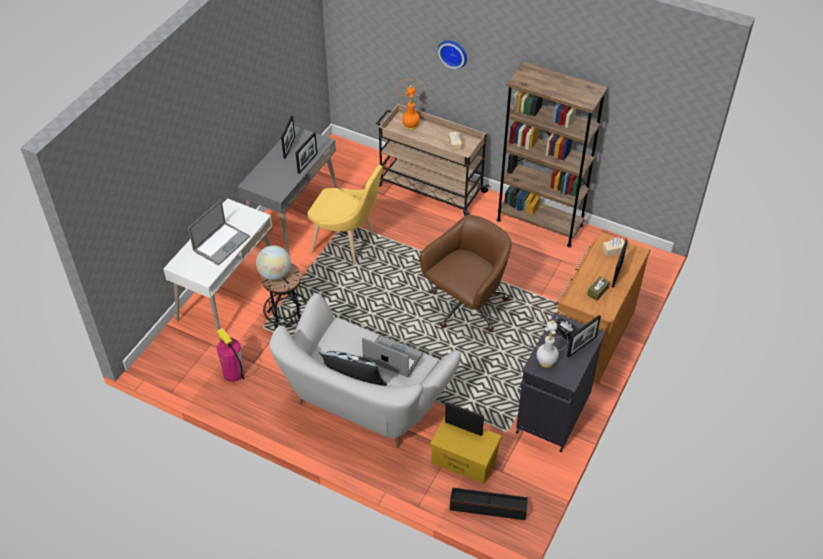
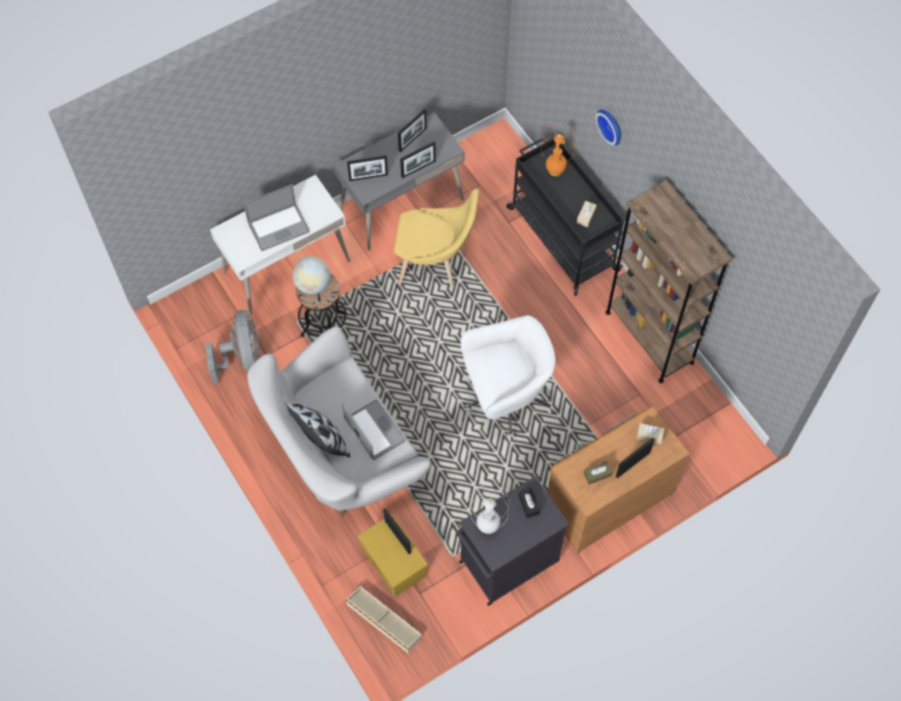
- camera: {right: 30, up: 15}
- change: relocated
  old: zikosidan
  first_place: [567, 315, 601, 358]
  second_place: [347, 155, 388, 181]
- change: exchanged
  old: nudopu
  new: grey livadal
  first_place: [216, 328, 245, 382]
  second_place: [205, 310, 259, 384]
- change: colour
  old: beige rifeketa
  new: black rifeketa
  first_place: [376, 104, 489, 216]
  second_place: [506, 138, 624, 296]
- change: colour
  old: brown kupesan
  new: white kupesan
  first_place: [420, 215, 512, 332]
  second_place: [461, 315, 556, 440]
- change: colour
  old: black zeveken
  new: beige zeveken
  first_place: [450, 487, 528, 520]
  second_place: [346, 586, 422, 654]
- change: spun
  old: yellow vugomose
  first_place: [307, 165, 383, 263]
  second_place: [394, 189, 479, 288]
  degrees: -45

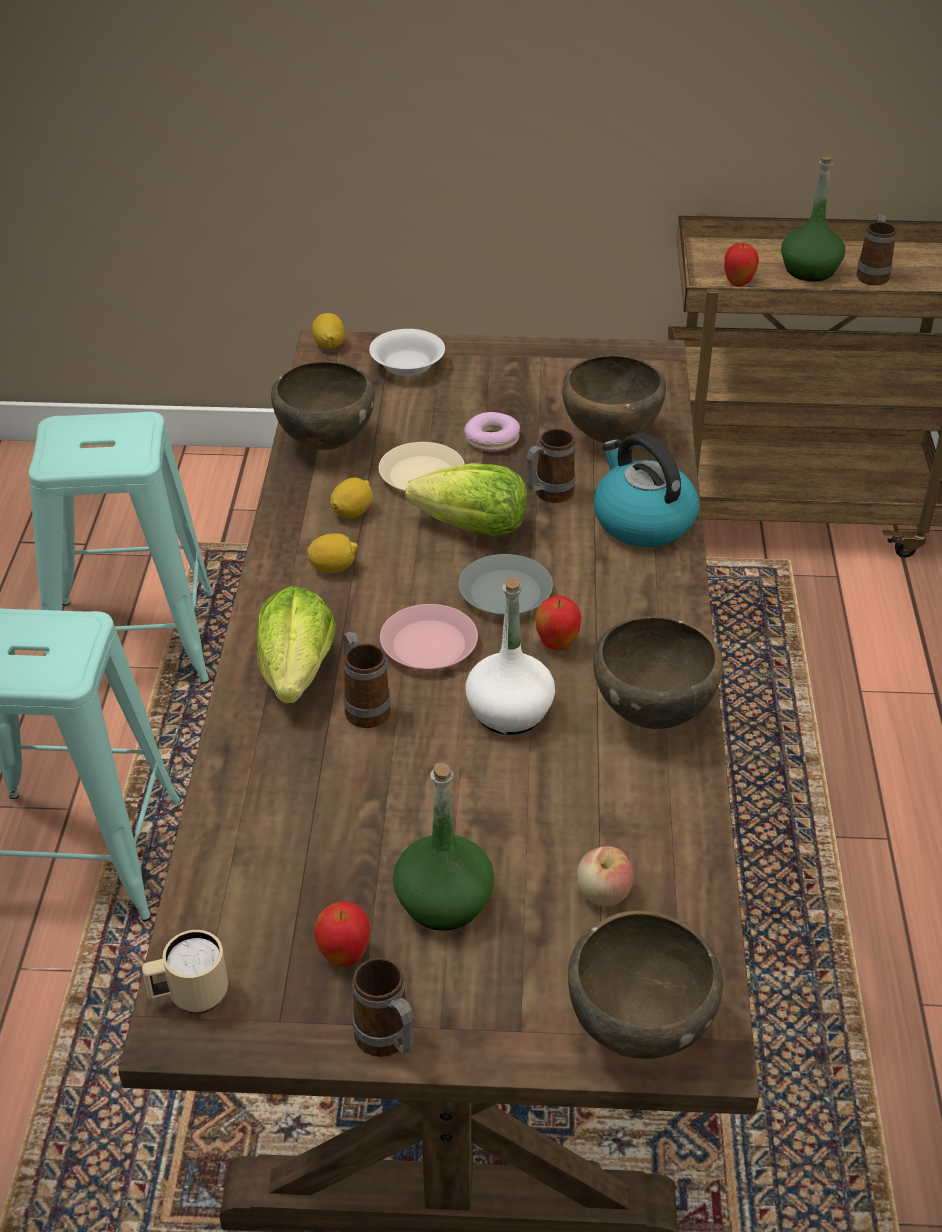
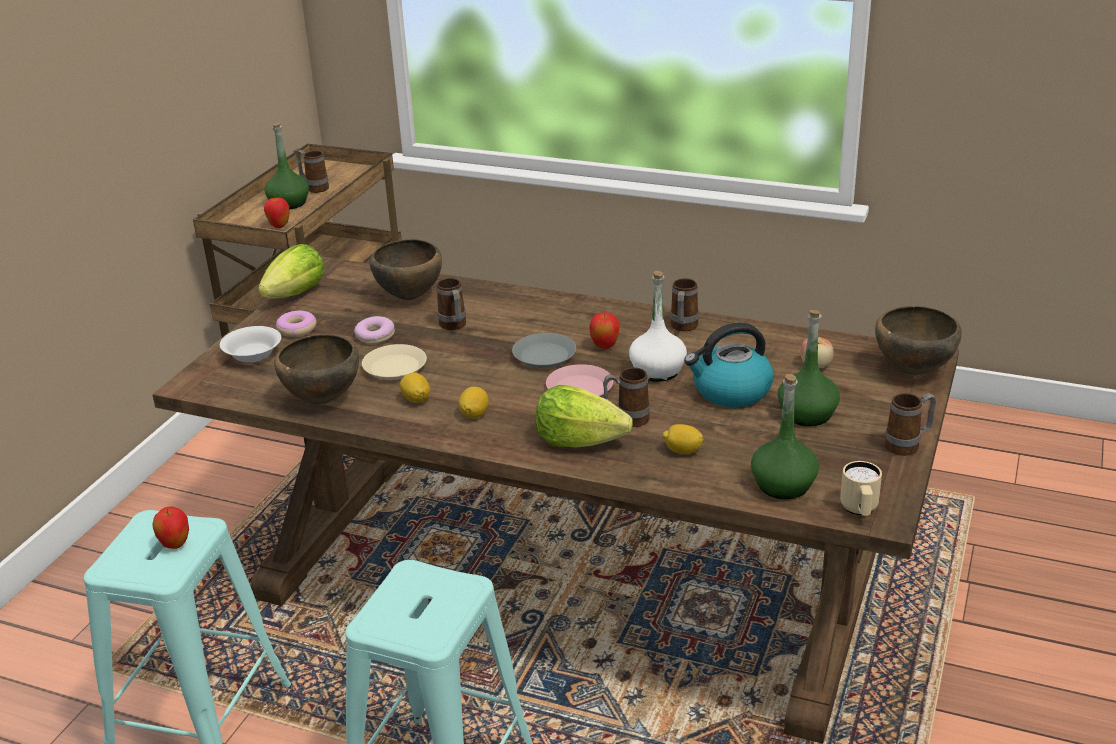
- camera: {right: -70, up: -10}
- change: appeared
  new: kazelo
  second_place: [275, 311, 317, 337]
- change: appeared
  new: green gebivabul
  second_place: [751, 374, 819, 499]
- change: relocated
  old: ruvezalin
  first_place: [312, 313, 345, 349]
  second_place: [663, 424, 704, 454]
- change: relocated
  old: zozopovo
  first_place: [314, 902, 370, 967]
  second_place: [152, 506, 189, 549]
- change: relocated
  old: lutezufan
  first_place: [405, 463, 527, 537]
  second_place: [258, 244, 325, 298]
- change: relocated
  old: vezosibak
  first_place: [594, 433, 699, 547]
  second_place: [684, 322, 773, 407]
- change: exchanged
  old: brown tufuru
  new: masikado
  first_place: [593, 616, 723, 729]
  second_place: [670, 278, 699, 331]

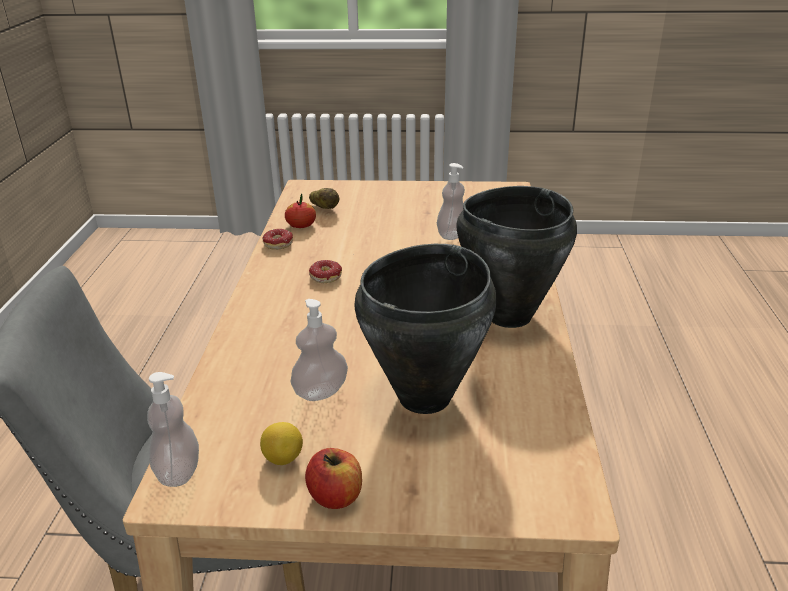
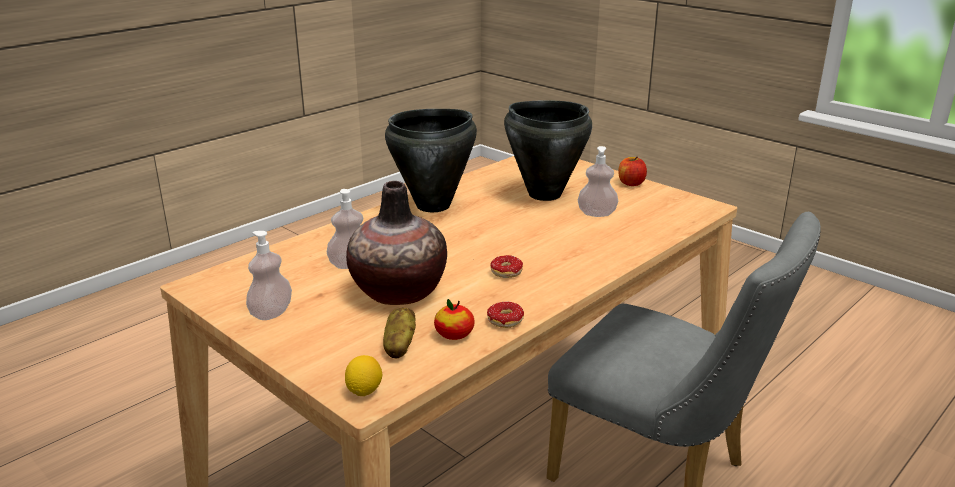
- camera: {right: -140, up: -5}
- change: appeared
  new: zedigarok
  second_place: [346, 181, 447, 305]
- change: relocated
  old: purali
  first_place: [147, 372, 199, 487]
  second_place: [246, 231, 292, 320]
- change: relocated
  old: ruvezalin
  first_place: [260, 422, 303, 465]
  second_place: [345, 355, 382, 396]

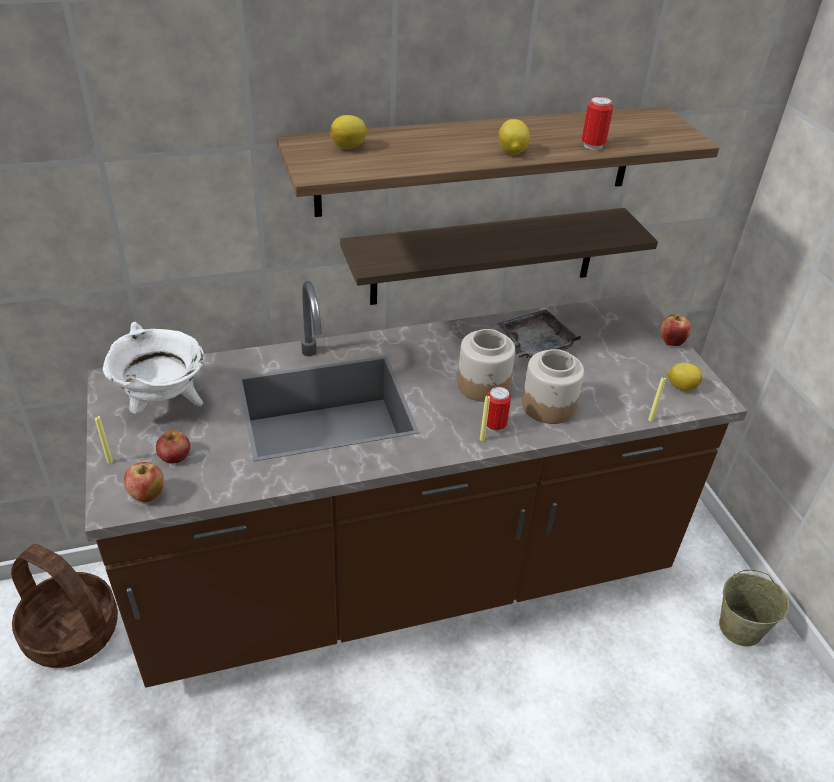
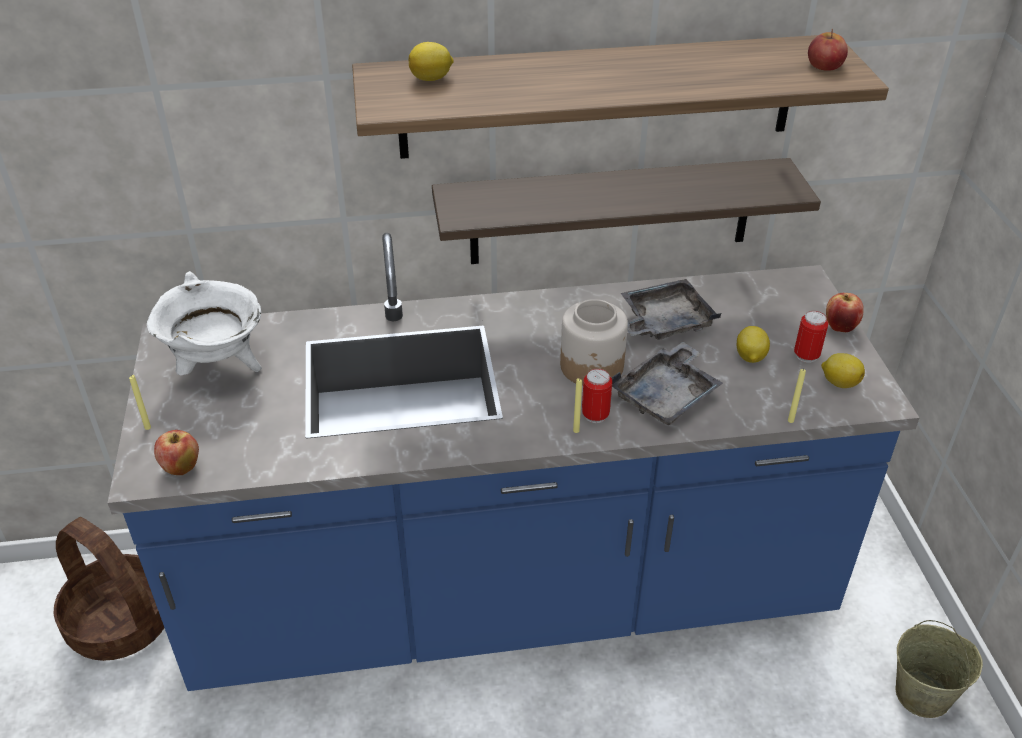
- camera: {right: 10, up: 0}
- change: relocated
  old: zozopovo
  first_place: [156, 430, 190, 464]
  second_place: [808, 29, 848, 71]
- change: relocated
  old: ruvezalin
  first_place: [498, 119, 530, 154]
  second_place: [737, 326, 770, 363]
- change: relocated
  old: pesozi
  first_place: [582, 96, 613, 150]
  second_place: [794, 311, 828, 363]
- change: exchanged
  old: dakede
  new: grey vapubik
  first_place: [522, 349, 584, 424]
  second_place: [612, 342, 723, 425]
- change: colour
  old: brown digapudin
  new: blue digapudin
  first_place: [85, 281, 748, 688]
  second_place: [108, 233, 919, 691]

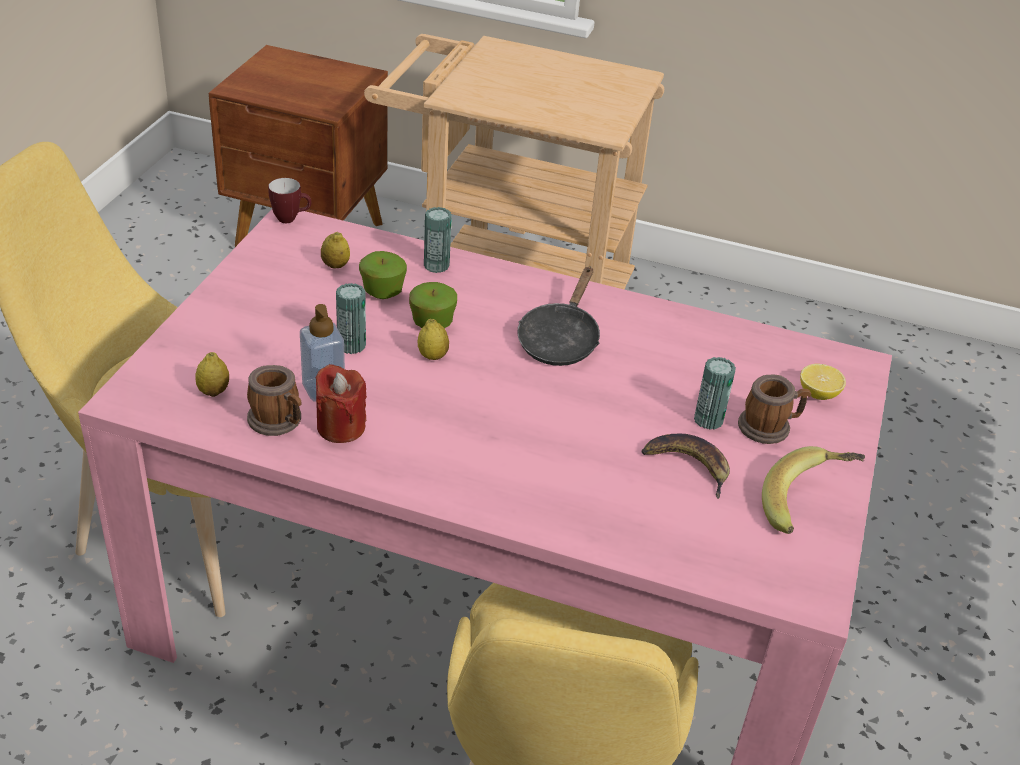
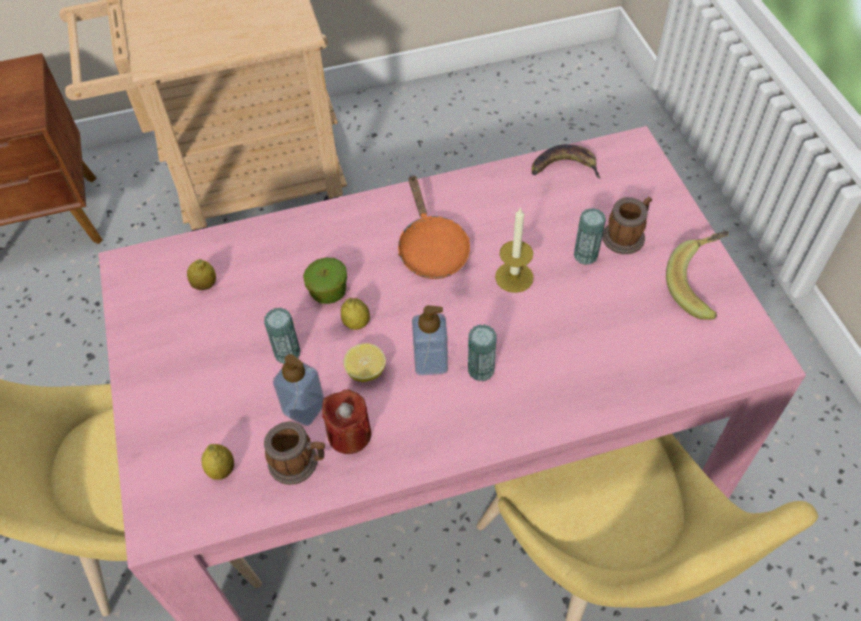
- camera: {right: -30, up: 15}
- change: missing
  old: masikado
  first_place: [268, 178, 311, 223]
- change: missing
  old: zozopovo
  first_place: [359, 251, 407, 299]
- change: appeared
  new: purali
  second_place: [412, 305, 448, 375]
- change: appeared
  new: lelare
  second_place: [495, 207, 534, 293]
- change: relocated
  old: pesozi
  first_place: [424, 207, 452, 273]
  second_place: [468, 324, 497, 382]
- change: relocated
  old: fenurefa
  first_place: [641, 433, 730, 499]
  second_place: [532, 144, 601, 179]
- change: relocated
  old: ruvezalin
  first_place: [800, 364, 846, 400]
  second_place: [344, 343, 386, 382]
- change: colour
  old: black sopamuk
  new: orange sopamuk
  first_place: [517, 267, 600, 366]
  second_place: [398, 174, 470, 279]

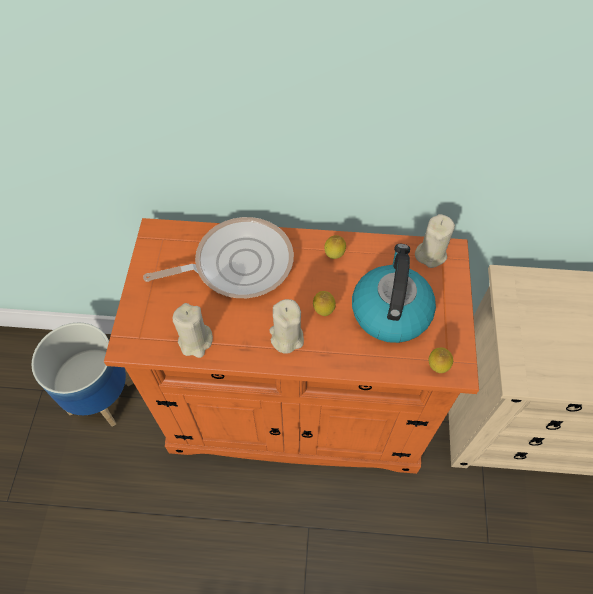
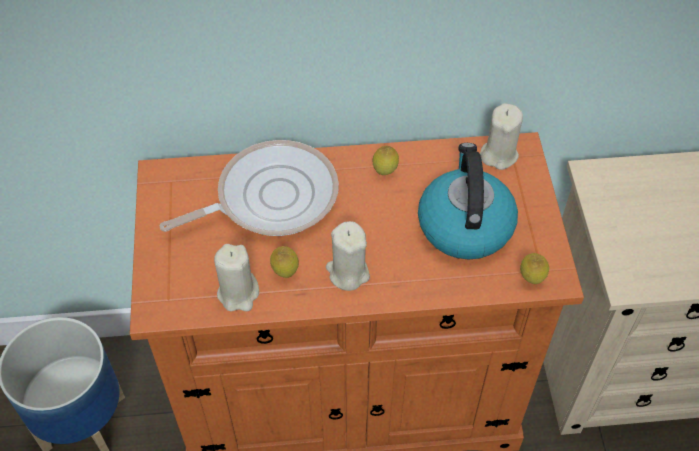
- camera: {right: -10, up: -5}
- change: relocated
  old: ruvezalin
  first_place: [313, 291, 336, 316]
  second_place: [270, 246, 299, 278]

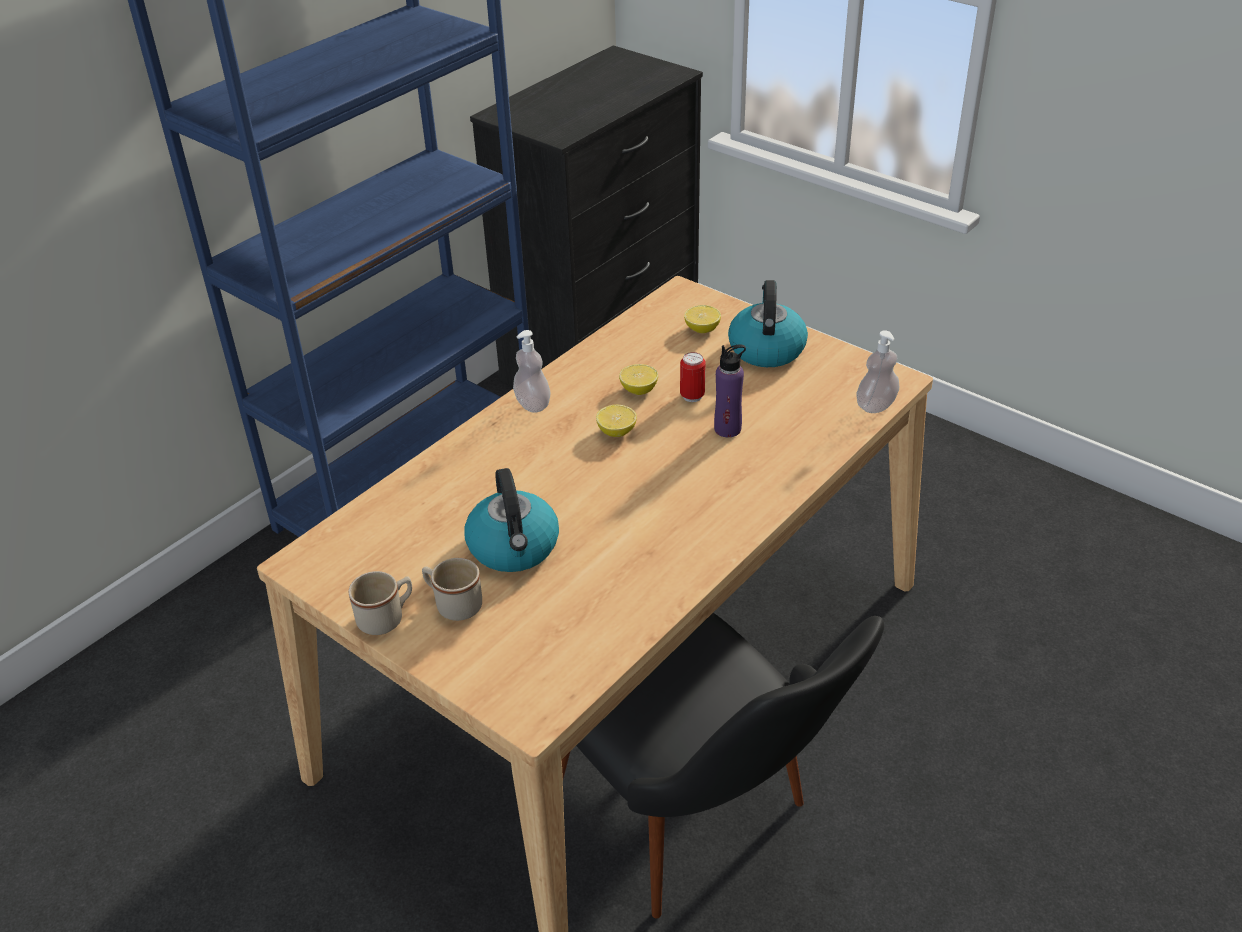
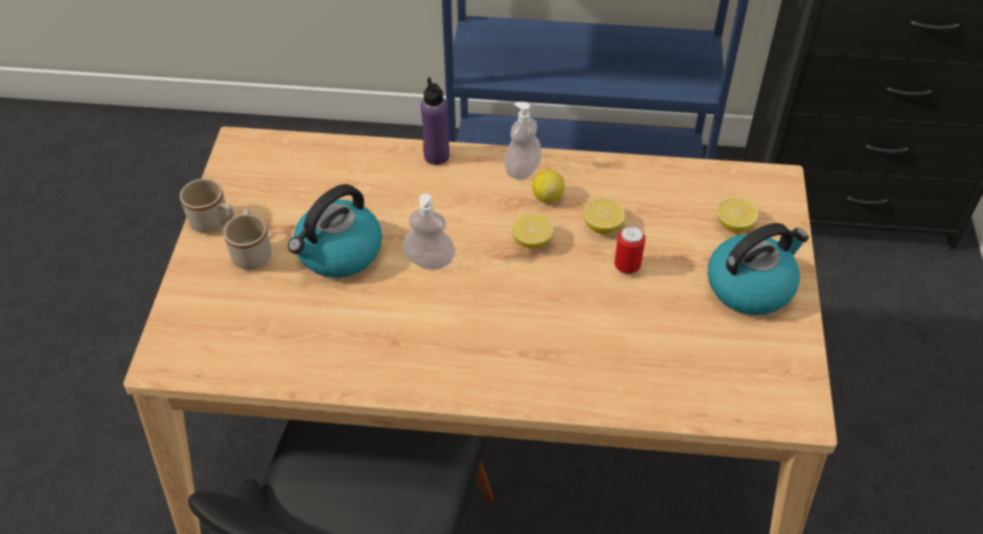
- camera: {right: 55, up: 10}
- change: appeared
  new: ruvezalin
  second_place: [532, 170, 565, 203]
- change: relocated
  old: purple gebivabul
  first_place: [714, 345, 746, 437]
  second_place: [421, 77, 450, 165]
- change: relocated
  old: purali
  first_place: [856, 330, 899, 413]
  second_place: [403, 193, 455, 270]

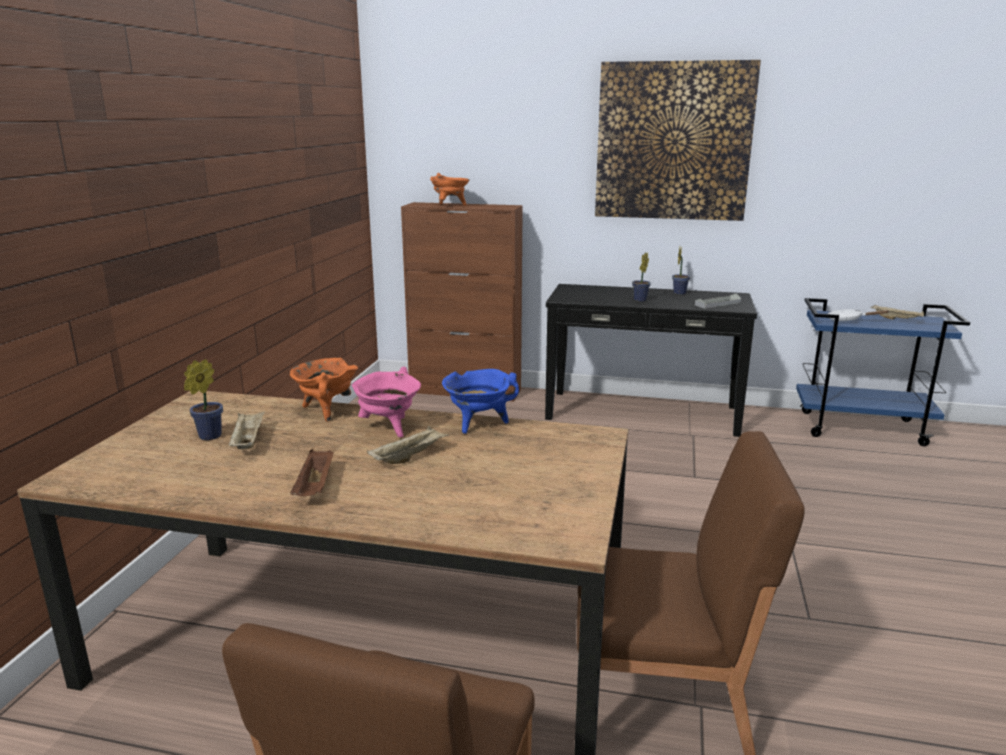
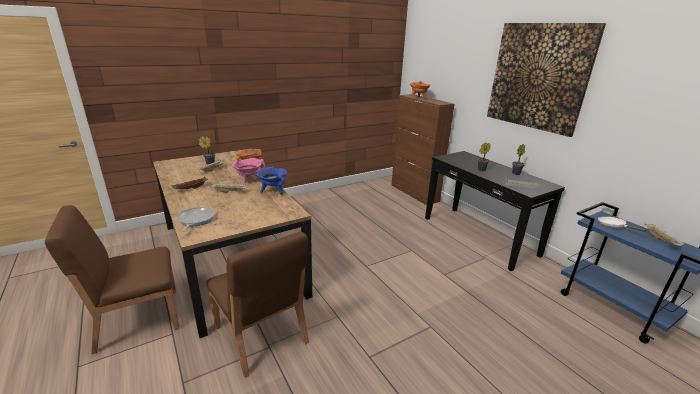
- camera: {right: 45, up: 5}
- change: appeared
  new: sopamuk
  second_place: [177, 207, 215, 232]

